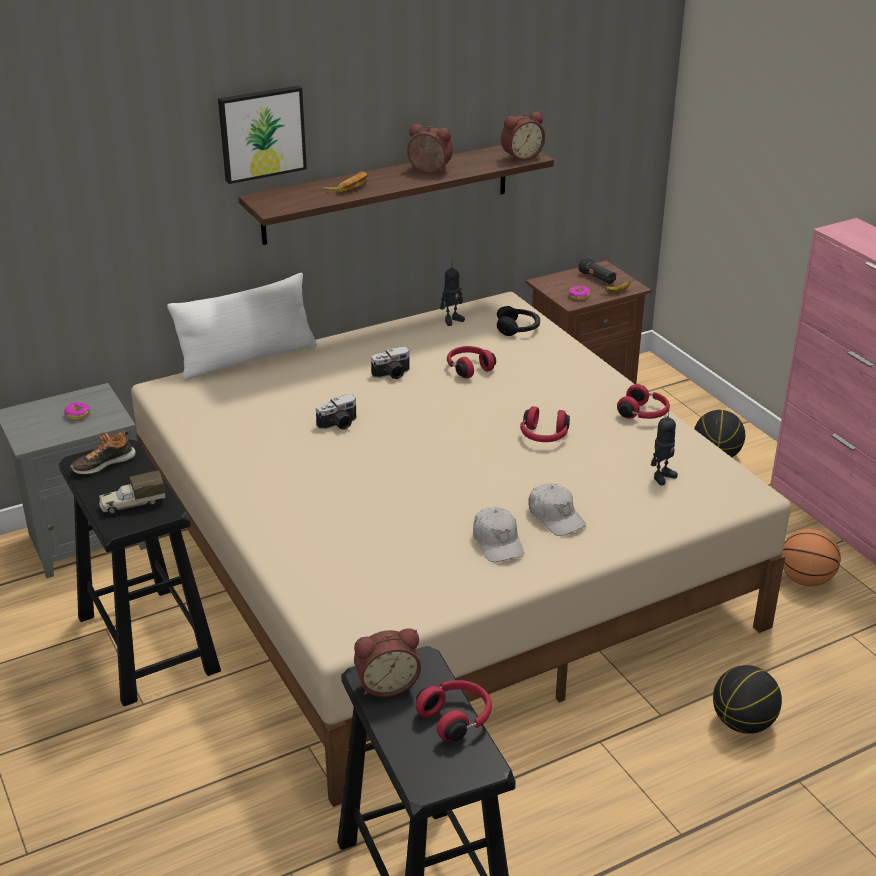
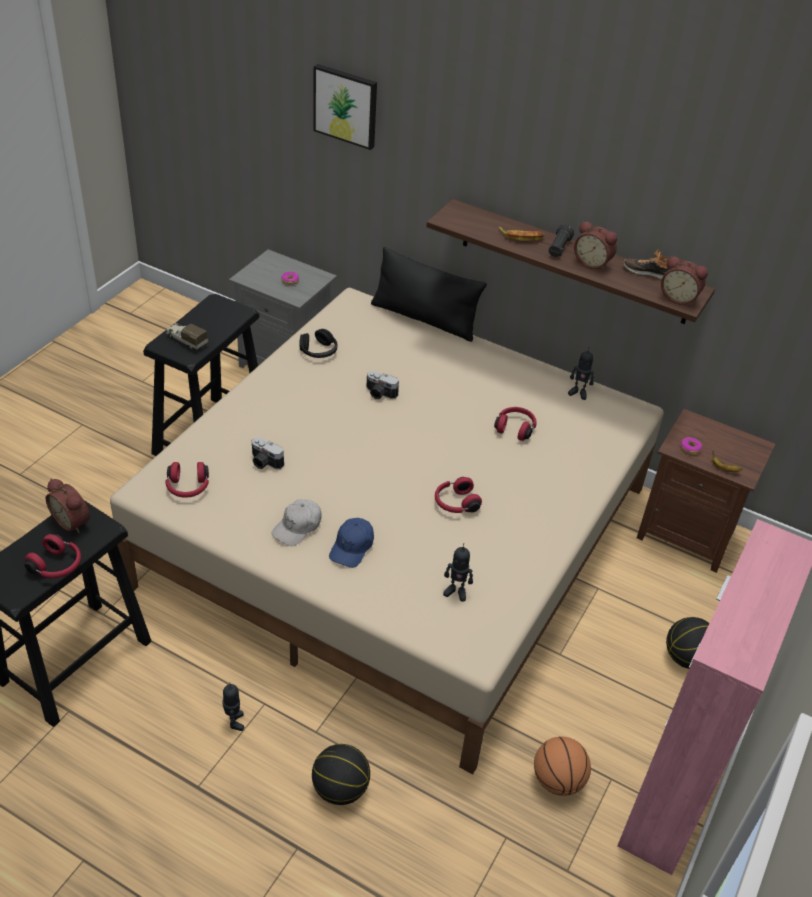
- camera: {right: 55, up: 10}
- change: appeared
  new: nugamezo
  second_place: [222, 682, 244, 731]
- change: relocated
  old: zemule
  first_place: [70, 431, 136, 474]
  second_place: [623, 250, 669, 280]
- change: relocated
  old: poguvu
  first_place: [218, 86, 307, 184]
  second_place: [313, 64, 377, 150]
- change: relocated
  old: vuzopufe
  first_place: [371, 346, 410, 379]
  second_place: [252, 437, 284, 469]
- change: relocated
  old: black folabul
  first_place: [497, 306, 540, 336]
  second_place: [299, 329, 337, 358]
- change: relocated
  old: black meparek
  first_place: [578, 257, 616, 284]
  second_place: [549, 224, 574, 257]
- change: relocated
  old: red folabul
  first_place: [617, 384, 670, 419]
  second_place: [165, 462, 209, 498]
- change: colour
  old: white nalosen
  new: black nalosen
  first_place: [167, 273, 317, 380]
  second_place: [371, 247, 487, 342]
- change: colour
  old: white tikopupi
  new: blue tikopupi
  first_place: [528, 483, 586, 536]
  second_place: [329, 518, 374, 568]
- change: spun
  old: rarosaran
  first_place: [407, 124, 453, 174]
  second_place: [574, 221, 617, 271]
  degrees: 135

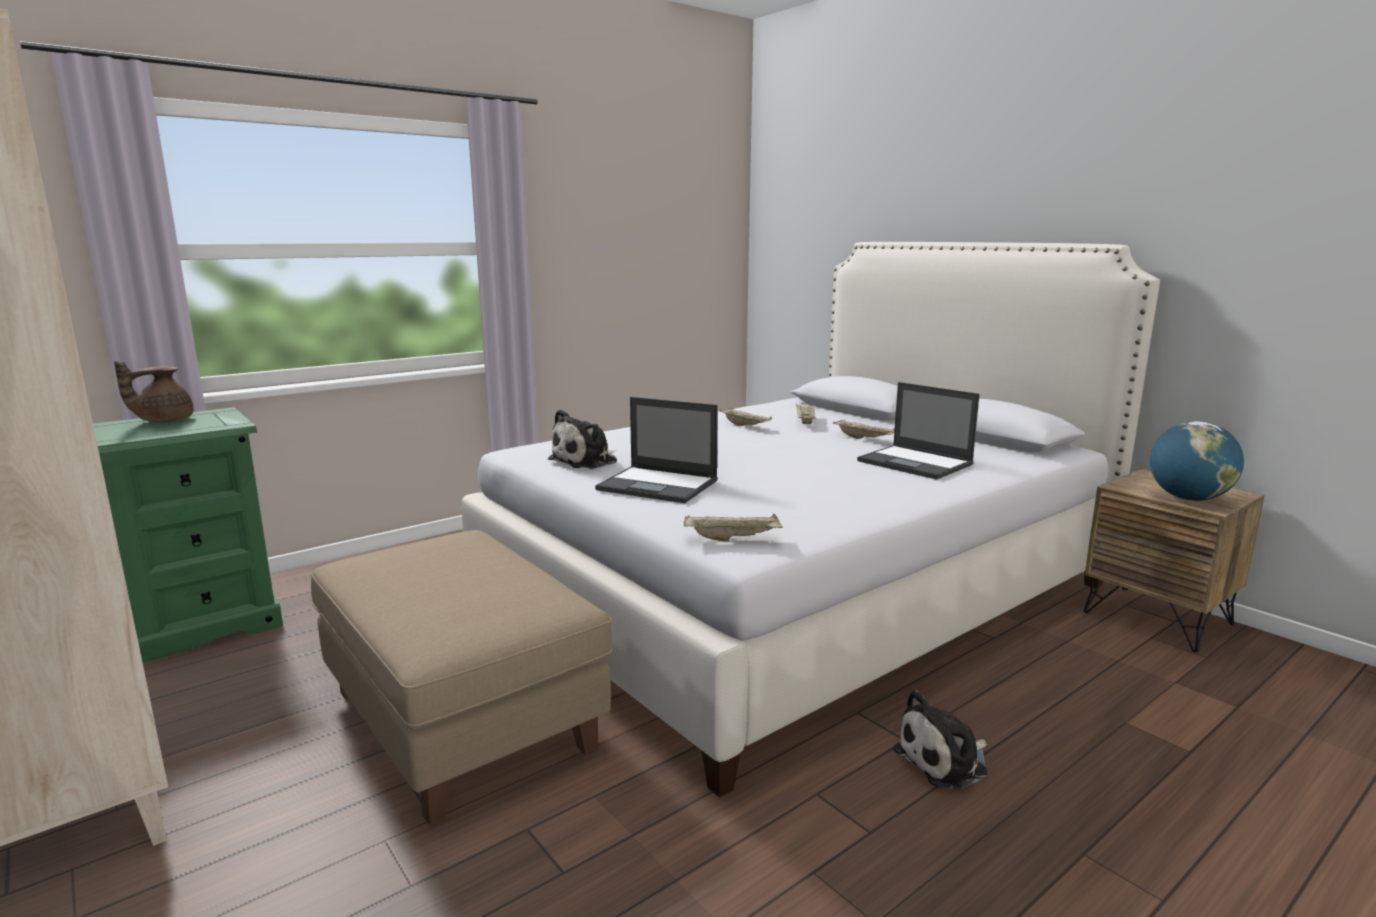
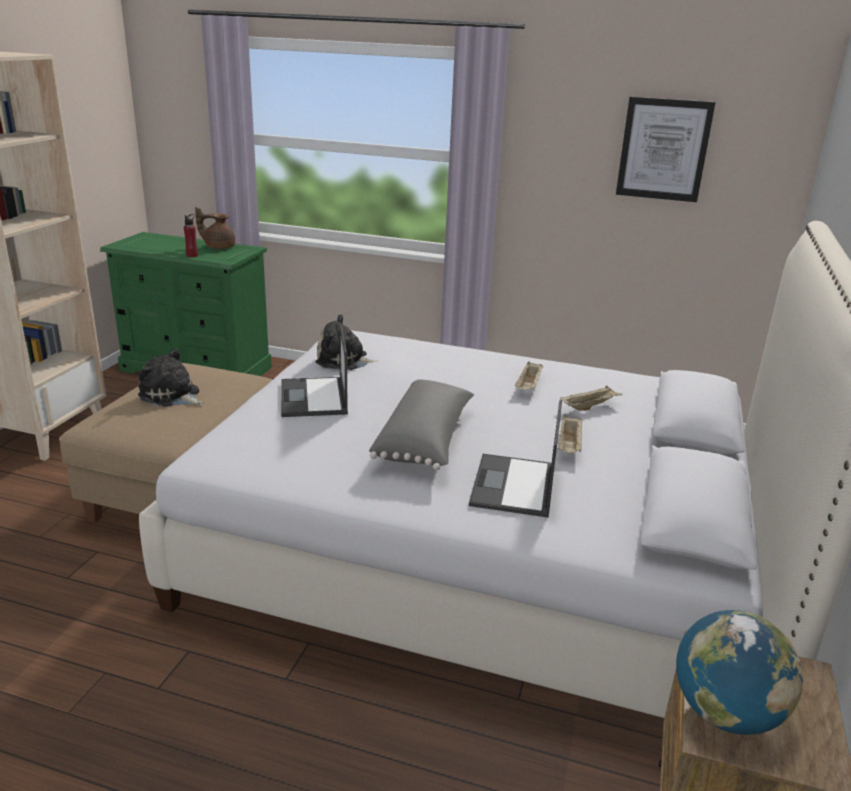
- camera: {right: 55, up: 10}
- change: missing
  old: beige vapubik
  first_place: [684, 514, 783, 542]
- change: appeared
  new: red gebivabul
  second_place: [184, 214, 198, 257]
- change: appeared
  new: grey nalosen
  second_place: [369, 379, 474, 470]
- change: appeared
  new: poguvu
  second_place: [616, 97, 715, 202]
- change: relocated
  old: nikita
  first_place: [893, 690, 988, 790]
  second_place: [138, 349, 204, 407]

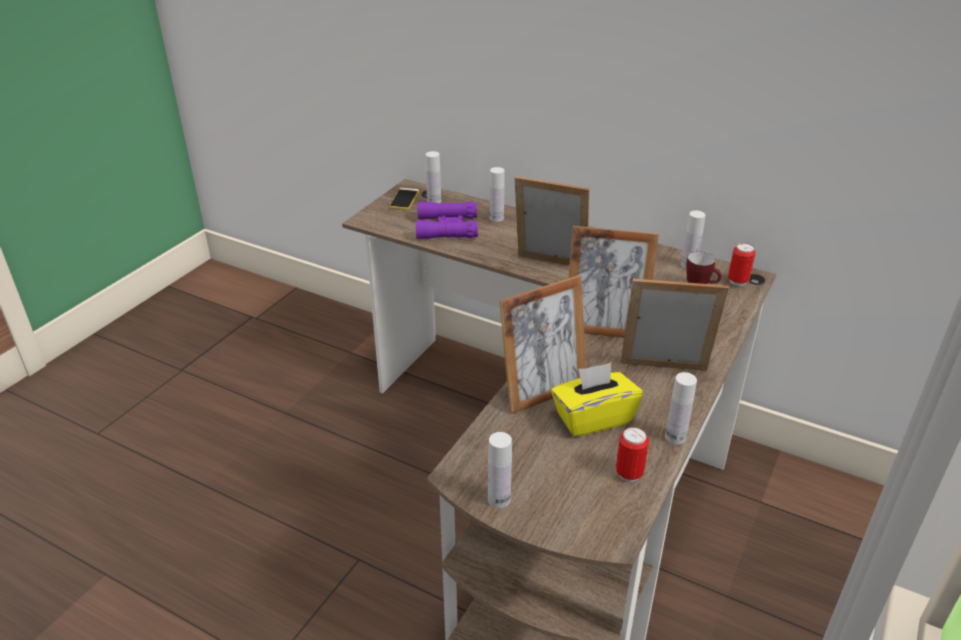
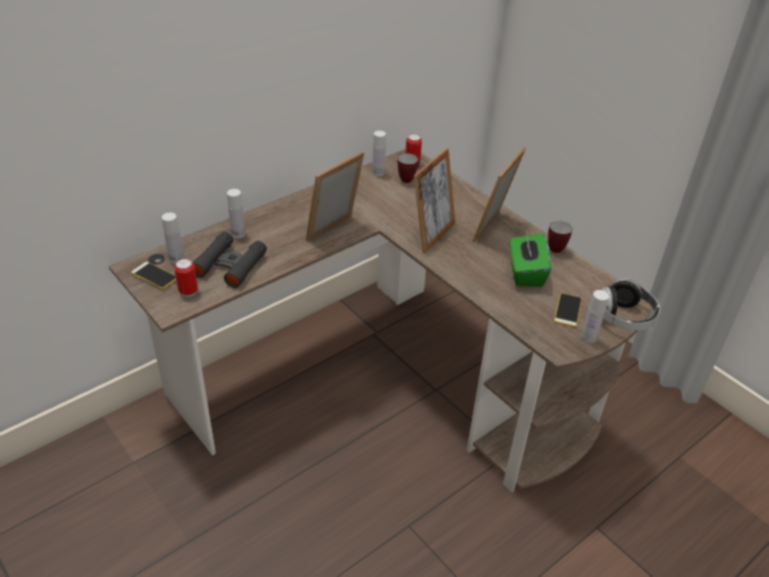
- camera: {right: -70, up: 5}
- change: missing
  old: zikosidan
  first_place: [499, 275, 586, 414]
- change: appeared
  new: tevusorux
  second_place: [554, 293, 582, 327]
- change: appeared
  new: folabul
  second_place: [601, 278, 660, 330]
- change: relocated
  old: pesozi
  first_place: [616, 427, 649, 482]
  second_place: [174, 259, 198, 297]
- change: exchanged
  old: white gebivabul
  new: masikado
  first_place: [665, 372, 697, 445]
  second_place: [548, 221, 572, 253]
- change: colour
  old: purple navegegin
  new: black navegegin
  first_place: [416, 202, 478, 239]
  second_place: [193, 232, 267, 288]
- change: colour
  old: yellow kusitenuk
  new: green kusitenuk
  first_place: [551, 363, 643, 437]
  second_place: [510, 234, 551, 287]

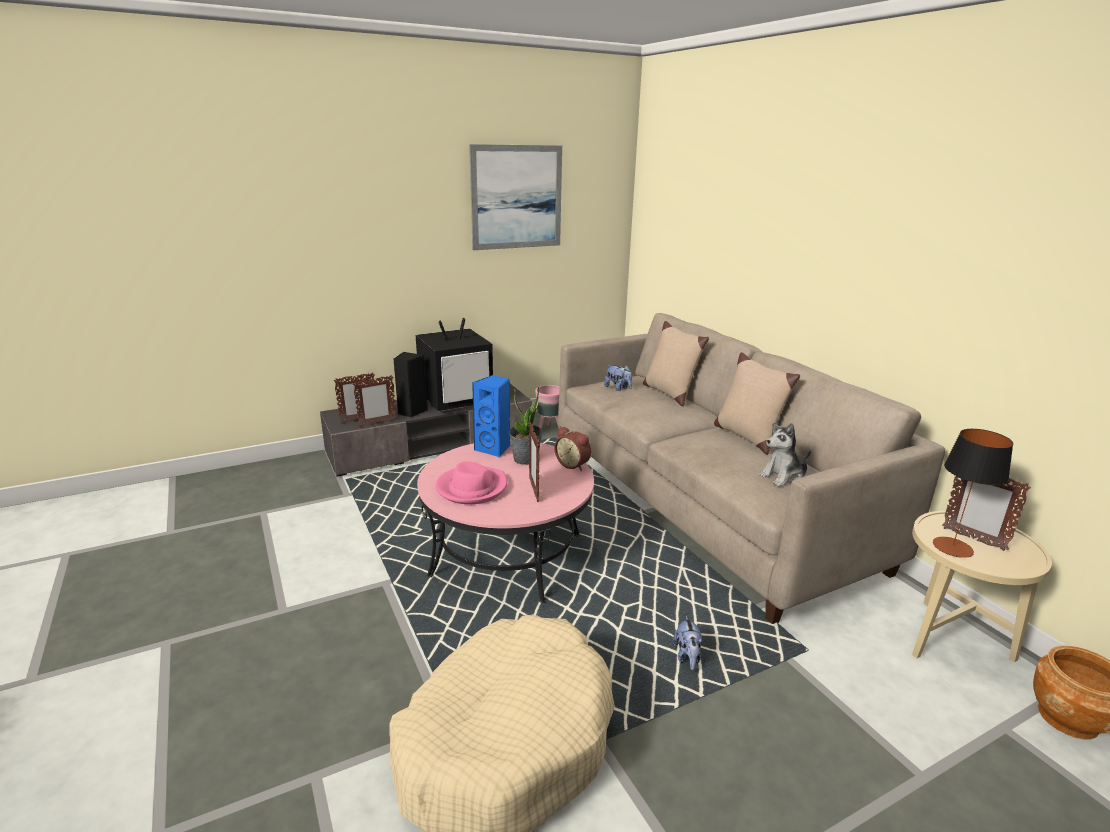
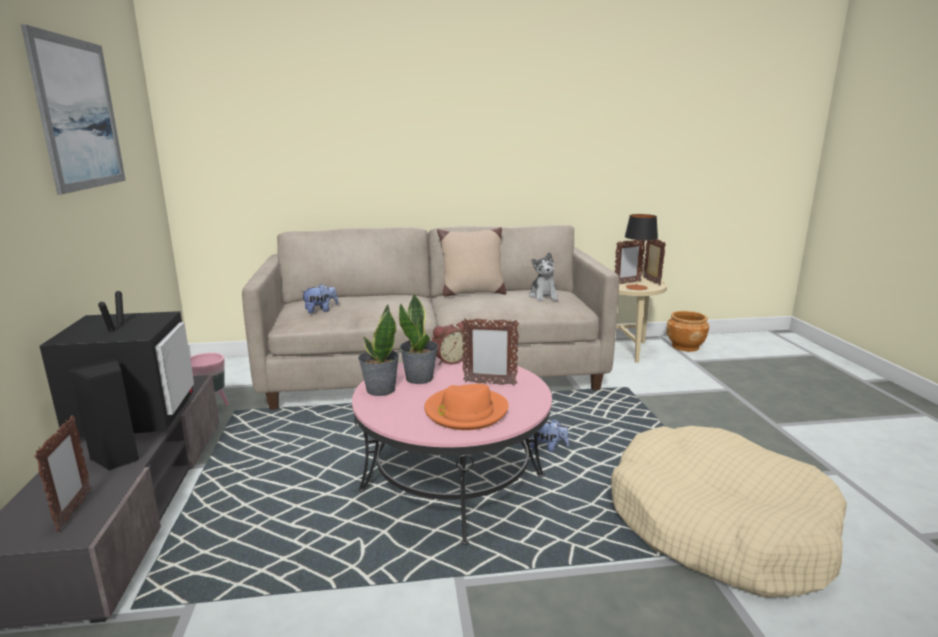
- camera: {right: -70, up: -5}
- change: missing
  old: beige nalosen
  first_place: [643, 321, 709, 406]
- change: relocated
  old: zikosidan
  first_place: [353, 375, 397, 427]
  second_place: [643, 239, 666, 286]
- change: relocated
  old: nikita
  first_place: [673, 616, 702, 670]
  second_place: [530, 418, 569, 453]
- change: exchanged
  old: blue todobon
  new: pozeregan
  first_place: [472, 375, 511, 457]
  second_place: [358, 304, 399, 396]
- change: colour
  old: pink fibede
  new: orange fibede
  first_place: [436, 461, 507, 505]
  second_place: [424, 384, 509, 430]

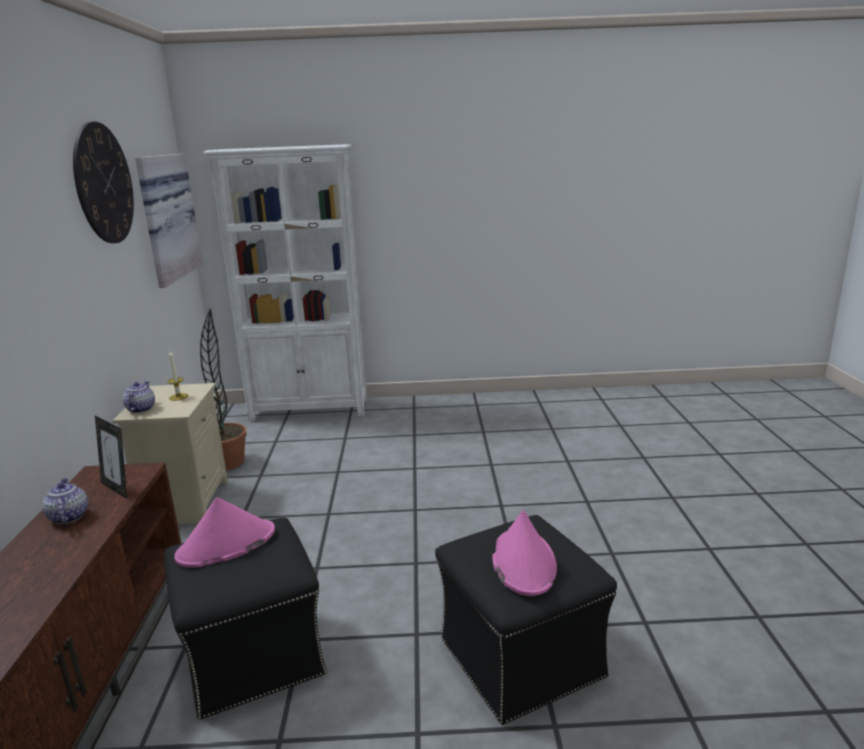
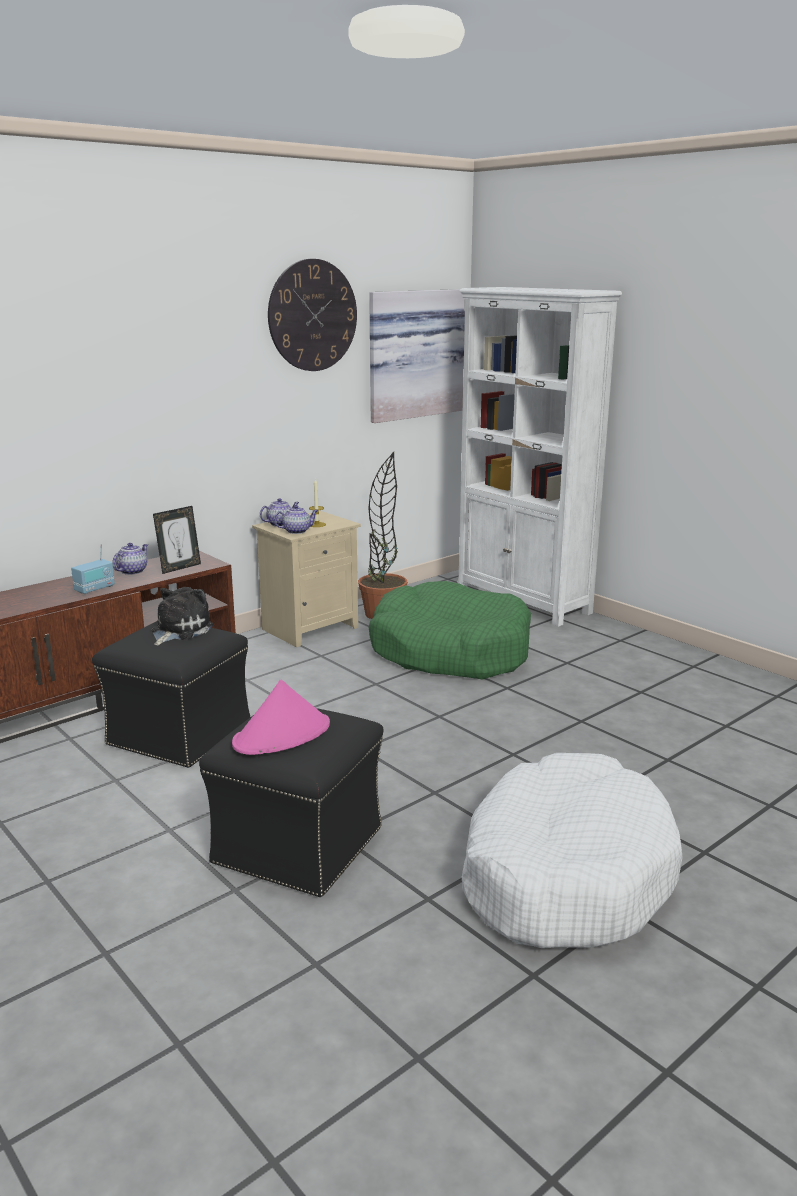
- camera: {right: 50, up: 0}
- change: appeared
  new: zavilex
  second_place: [71, 544, 115, 594]
- change: appeared
  new: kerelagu
  second_place: [274, 505, 318, 534]
- change: appeared
  new: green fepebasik
  second_place: [369, 581, 531, 680]
- change: appeared
  new: white fepebasik
  second_place: [462, 753, 683, 948]
- change: exchanged
  old: pink fibede
  new: nikita
  first_place: [174, 497, 275, 568]
  second_place: [151, 587, 214, 646]
- change: spun
  old: zikosidan
  first_place: [95, 416, 127, 499]
  second_place: [153, 506, 201, 574]
  degrees: -135

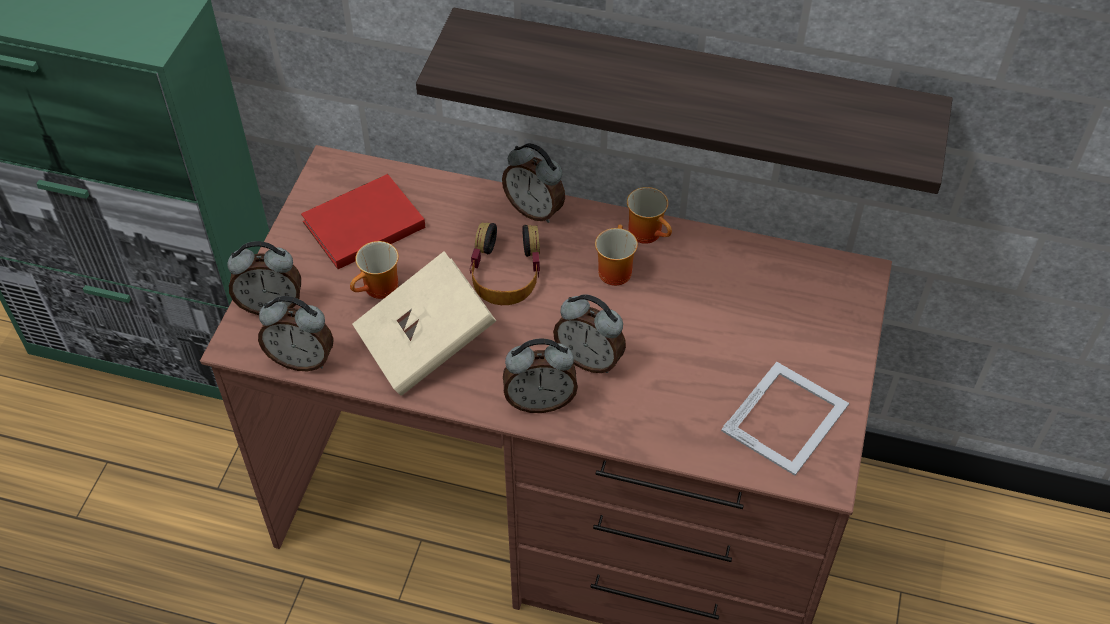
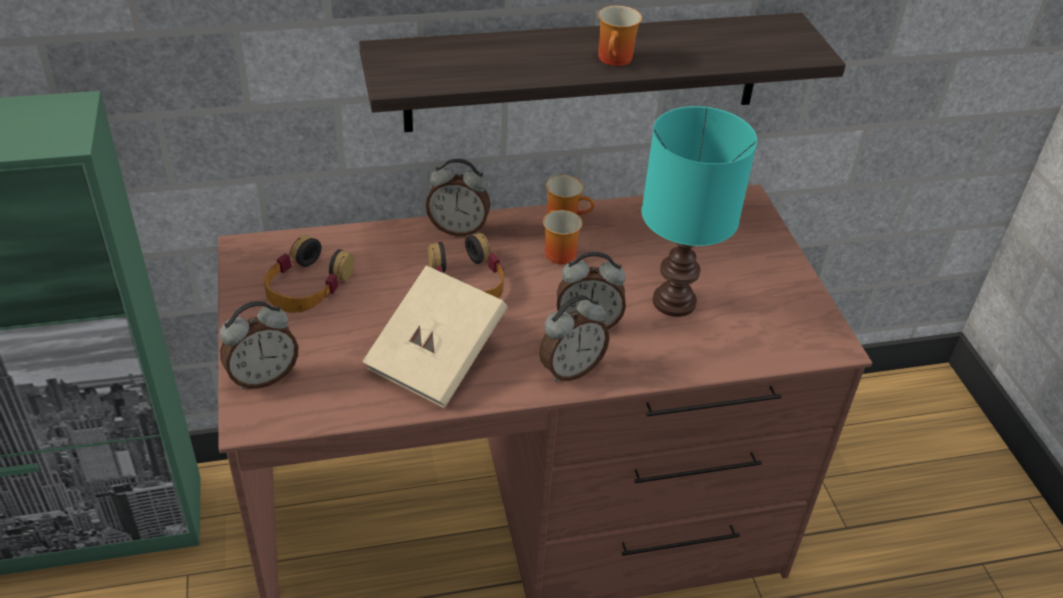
- camera: {right: -30, up: -10}
- change: missing
  old: rarosaran
  first_place: [258, 296, 334, 371]
- change: missing
  old: zikosidan
  first_place: [721, 362, 849, 476]
- change: appeared
  new: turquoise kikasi
  second_place: [641, 106, 757, 317]
- change: relocated
  old: masikado
  first_place: [350, 241, 399, 299]
  second_place: [598, 5, 642, 66]
- change: exchanged
  old: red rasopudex
  new: folabul
  first_place: [301, 174, 425, 269]
  second_place: [264, 235, 354, 313]

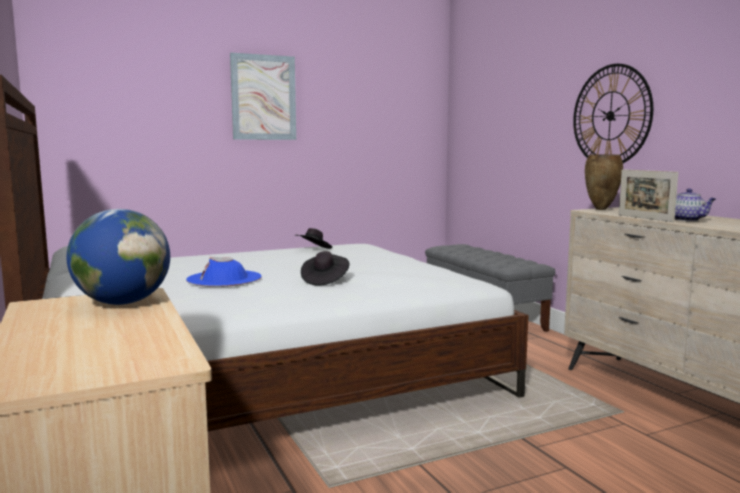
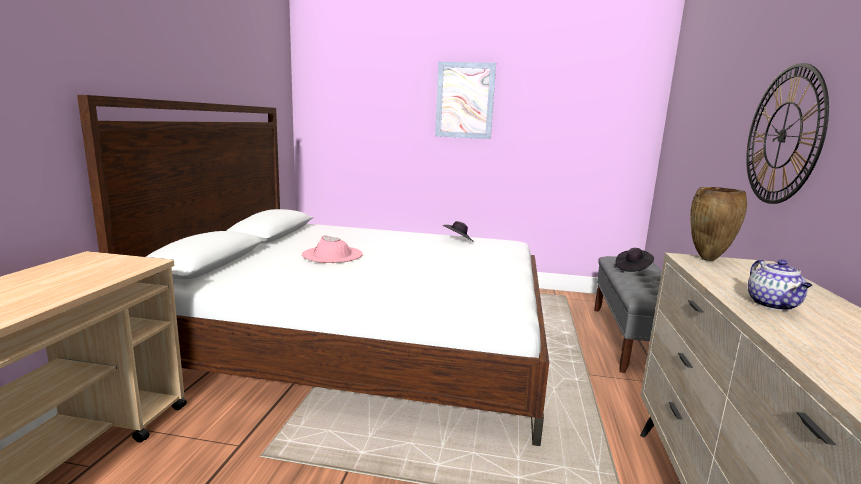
- camera: {right: 35, up: 5}
- change: missing
  old: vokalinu
  first_place: [67, 209, 170, 305]
- change: missing
  old: zikosidan
  first_place: [619, 169, 678, 222]
- change: relocated
  old: black fibede
  first_place: [301, 251, 350, 285]
  second_place: [616, 248, 654, 272]
- change: colour
  old: blue fibede
  new: pink fibede
  first_place: [186, 257, 262, 287]
  second_place: [302, 235, 363, 263]

